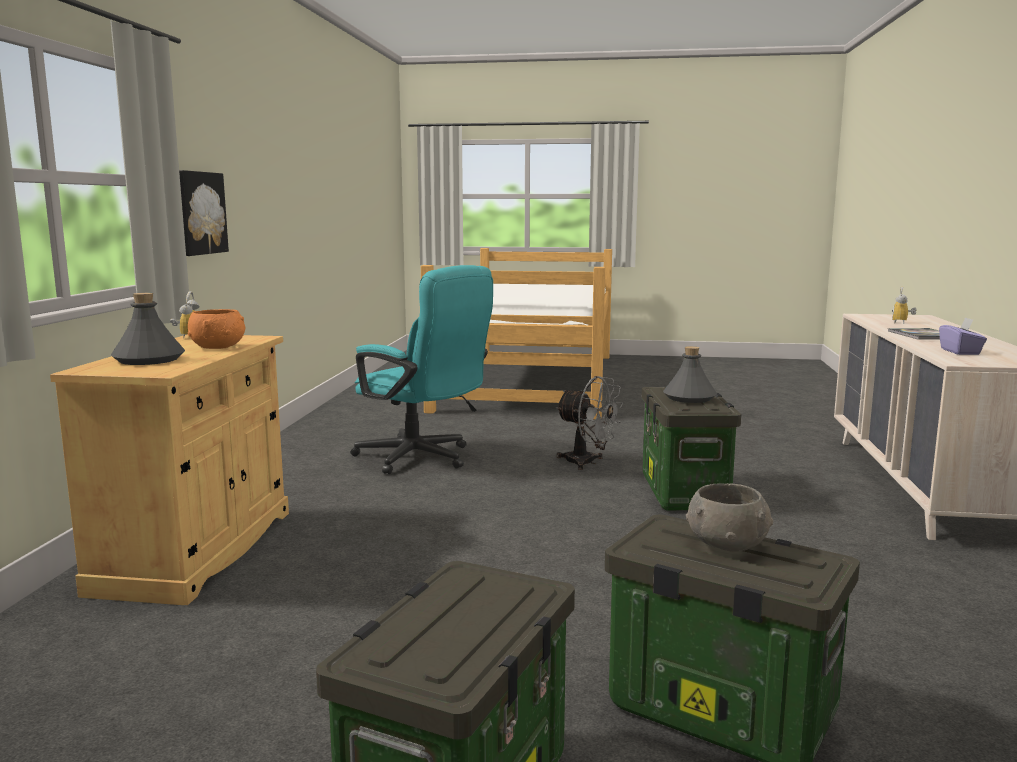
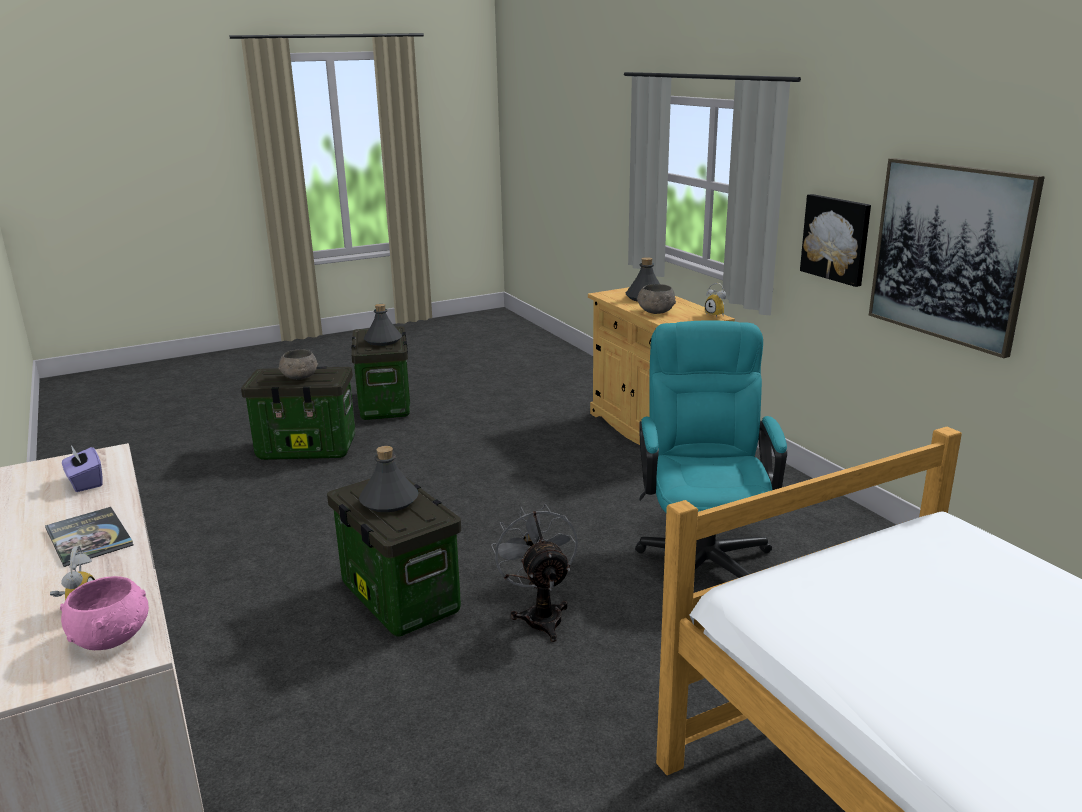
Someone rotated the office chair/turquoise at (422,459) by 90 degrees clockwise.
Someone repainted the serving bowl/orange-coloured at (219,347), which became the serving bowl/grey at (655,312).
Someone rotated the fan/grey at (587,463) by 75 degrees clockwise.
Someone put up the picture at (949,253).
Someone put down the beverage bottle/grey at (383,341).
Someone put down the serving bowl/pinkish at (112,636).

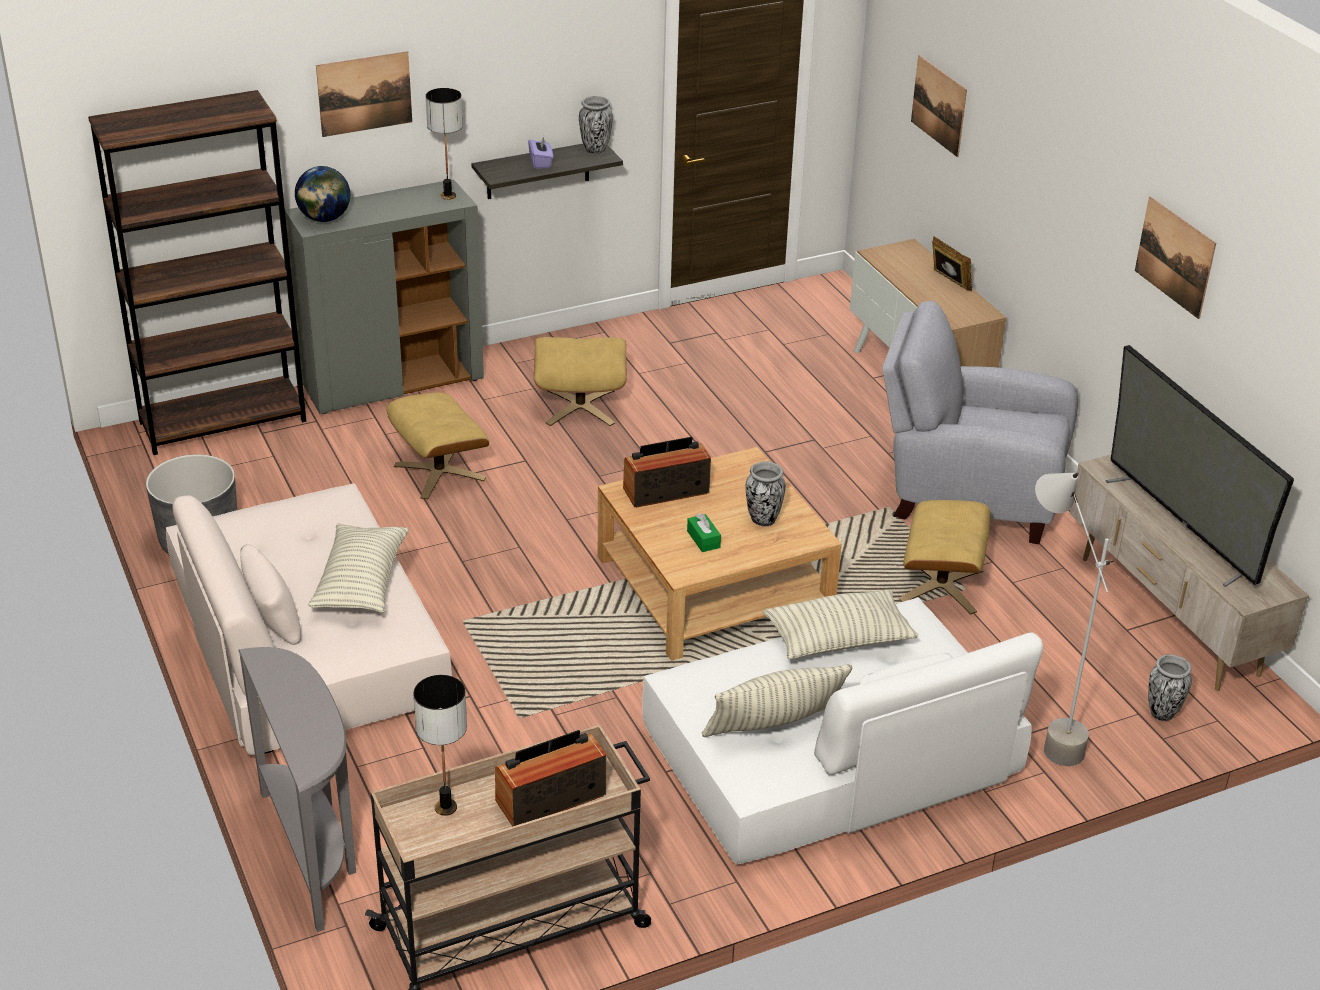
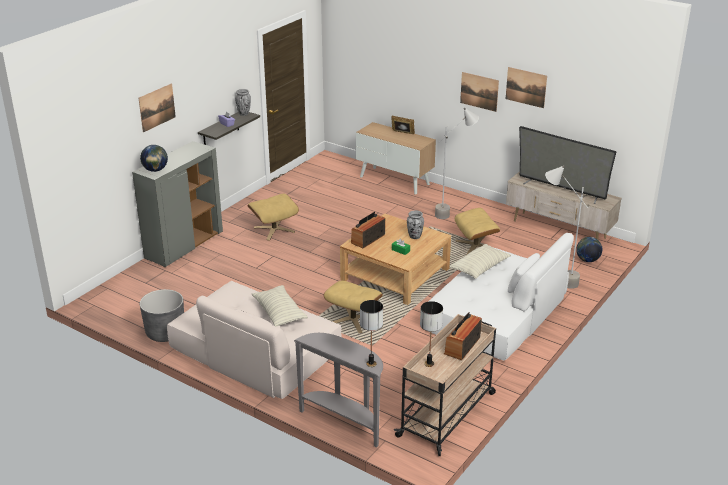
Someone carried the picture from (939,105) to (479,91).
Someone carried the table lamp from (448,196) to (371,363).
Someone took away the bookshelf/brownish at (223,421).
Someone swapped the easy chair/grey at (968,495) for the standing lamp/grey at (453,213).
Someone carried the footrest/beige-coloured from (439,472) to (353,320).
Someone swapped the decorative vase at (1162,713) for the globe at (587,260).
Someone took away the cushion at (774,728).

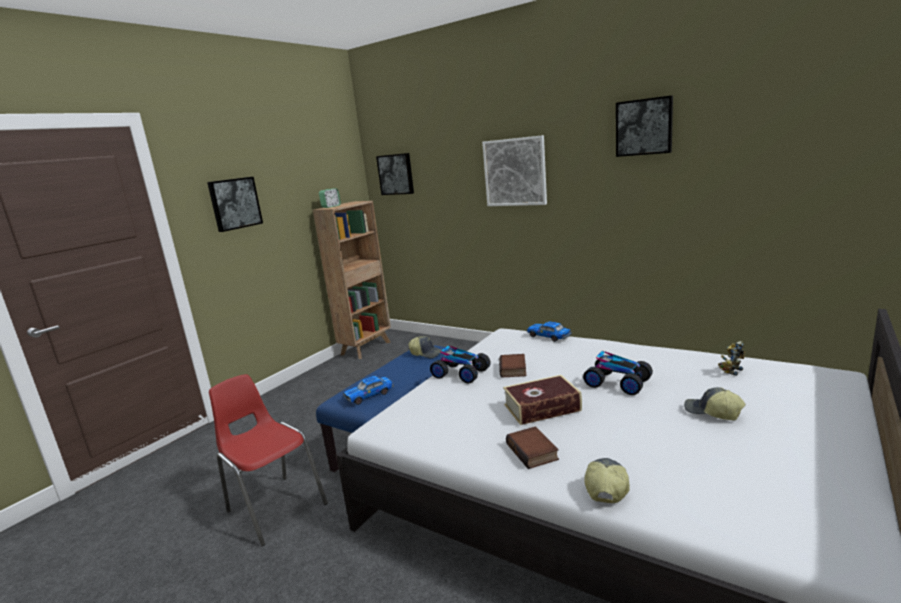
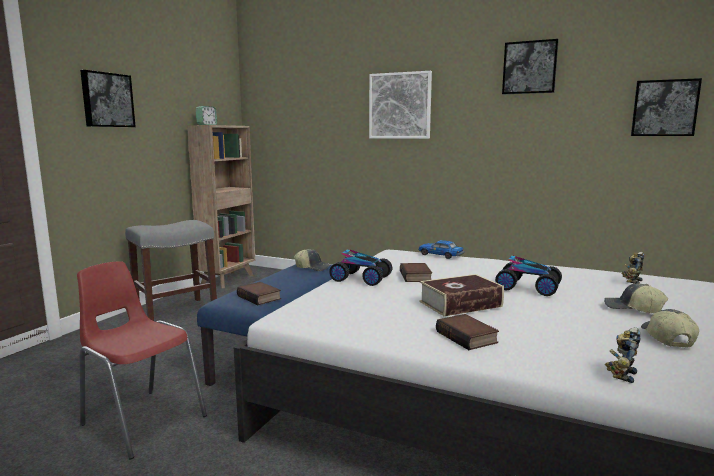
Someone carried the picture from (396,174) to (664,108).
Someone swapped the miniature car at (369,395) for the volume at (260,297).
Someone carried the peaked cap from (606,486) to (666,338).
Someone put down the stool seat/grey at (177,312).
Someone put down the toy robot at (621,374).

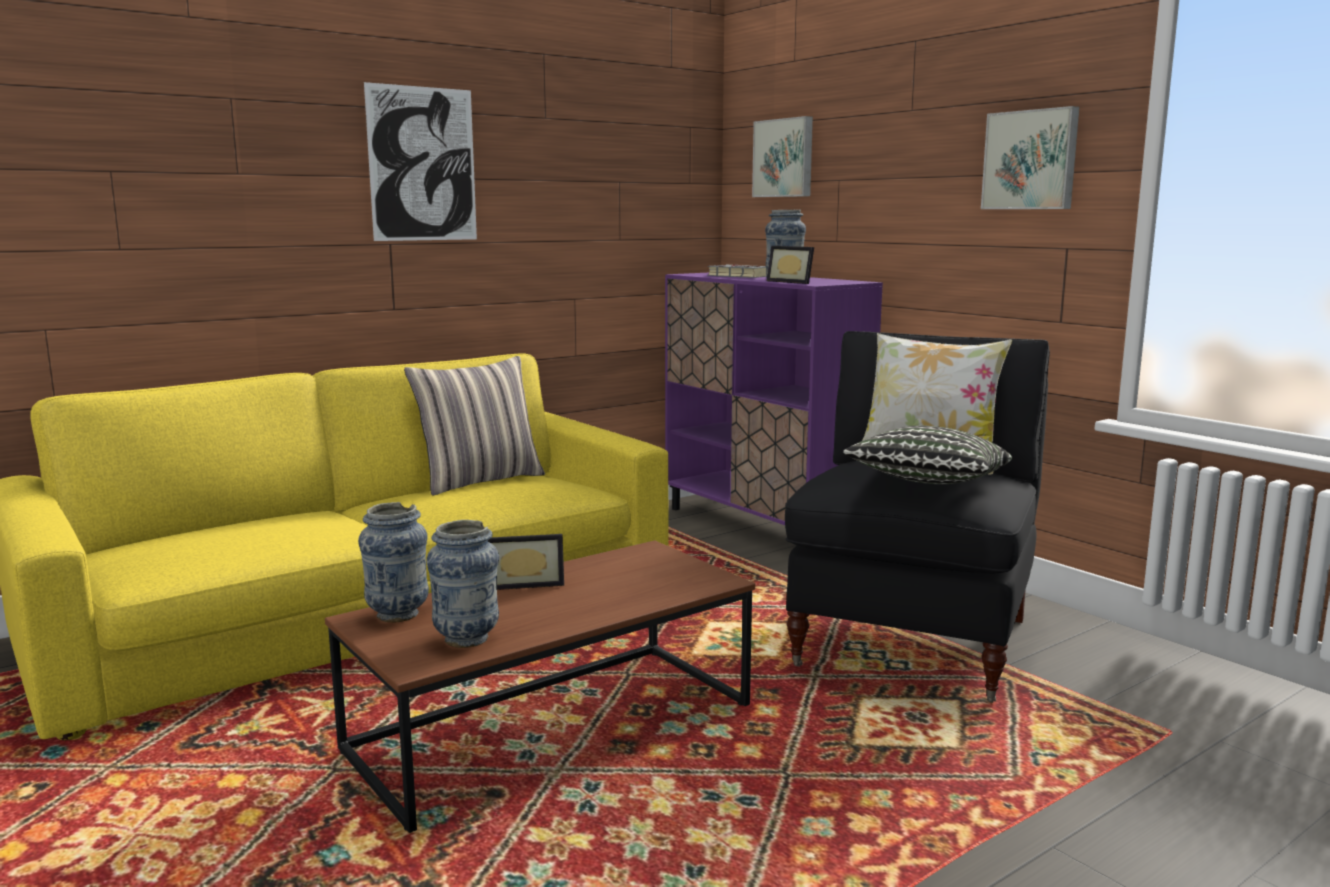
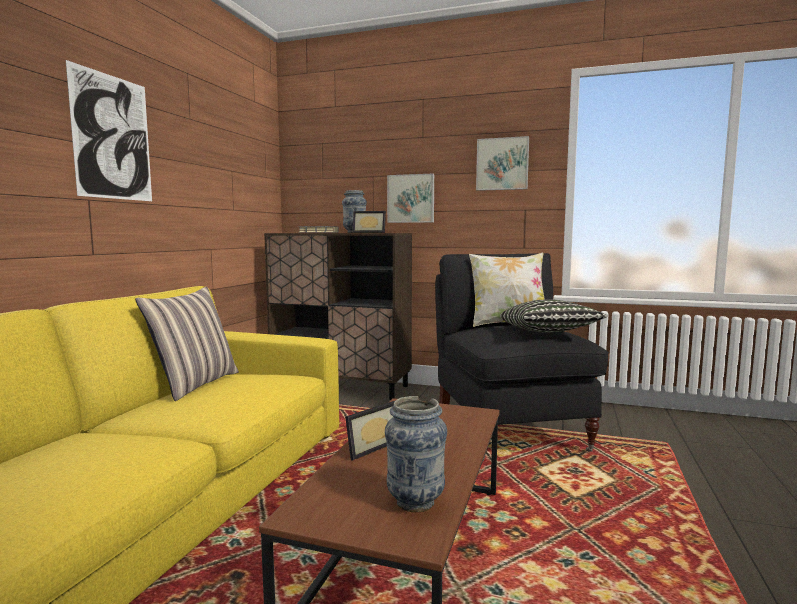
Someone carried the picture from (784,158) to (411,198).
Someone repainted the cupboard/purplish at (762,525), which became the cupboard/brownish at (341,386).
Someone took away the decorative vase at (398,614).

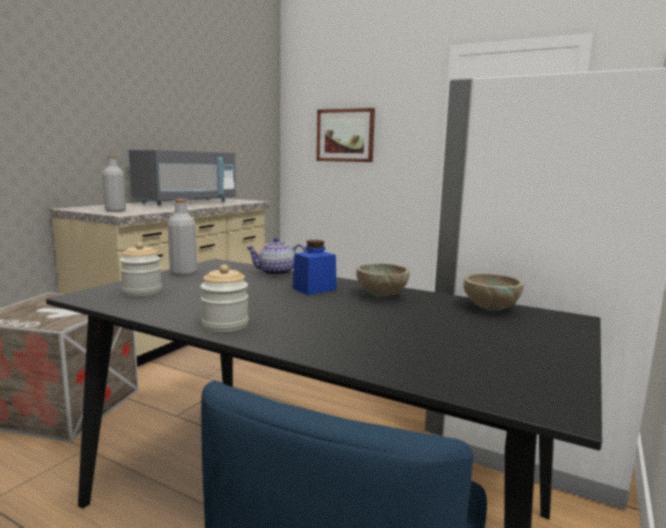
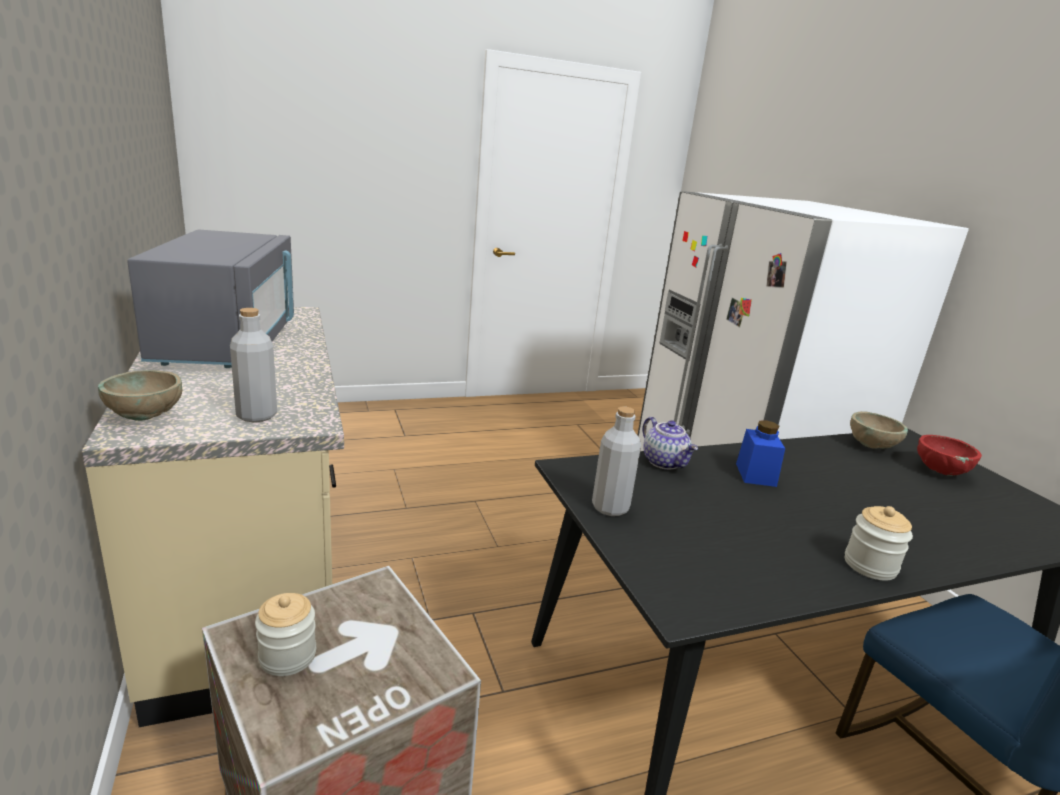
Someone took away the picture at (345,135).
Someone rotated the teapot at (276,273) by 60 degrees counterclockwise.
Someone carried the jar from (142,292) to (287,656).
Someone carried the serving bowl/beige-coloured from (382,296) to (146,416).
Someone put down the serving bowl/reddish at (939,471).

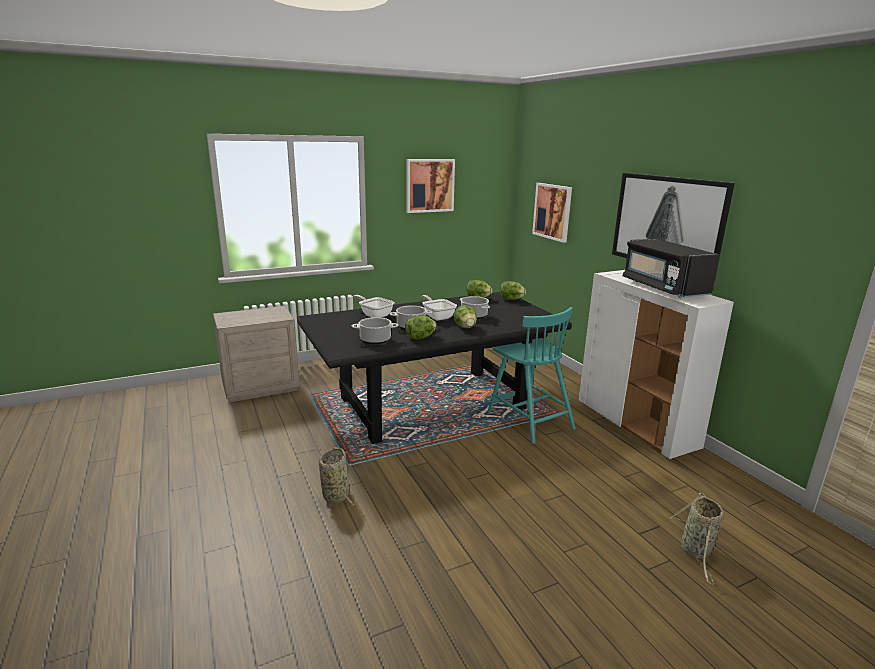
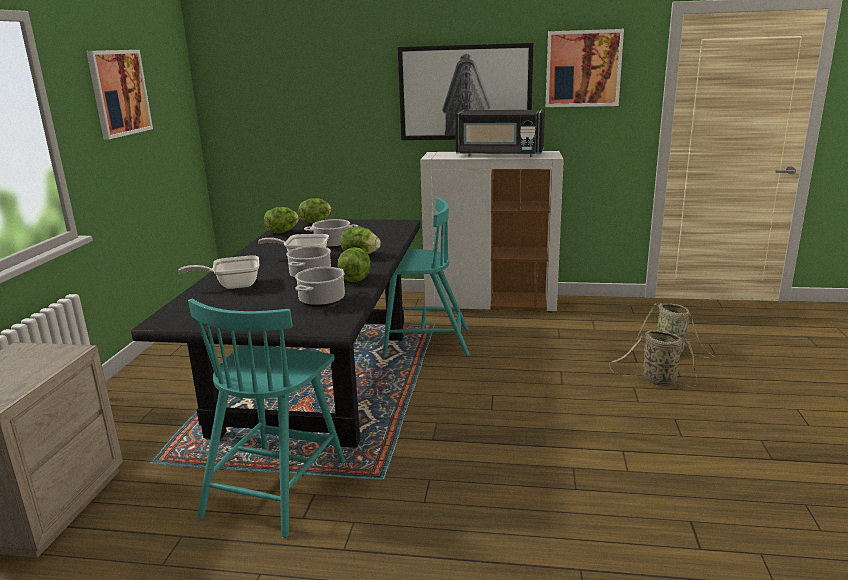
Someone carried the picture from (552,211) to (583,68).
Someone carried the storage basket from (336,495) to (656,380).
Someone put down the upright chair/turquoise at (276,485).

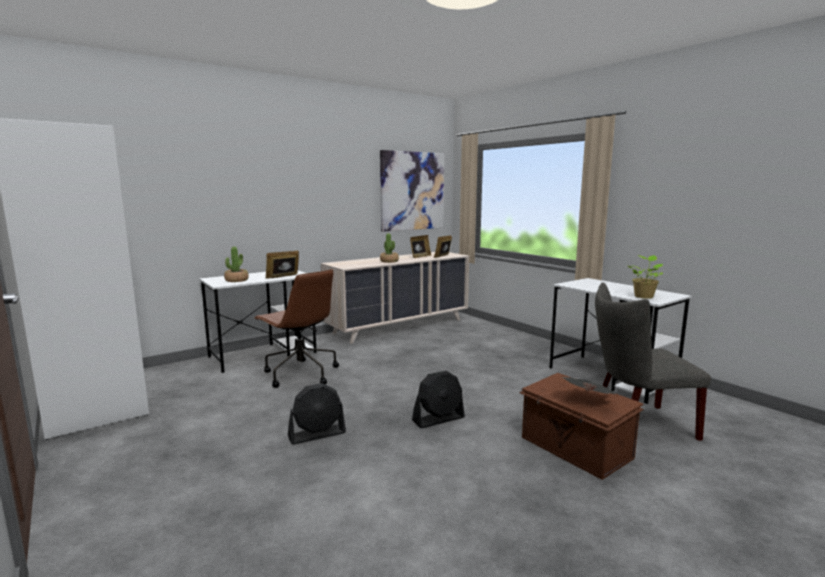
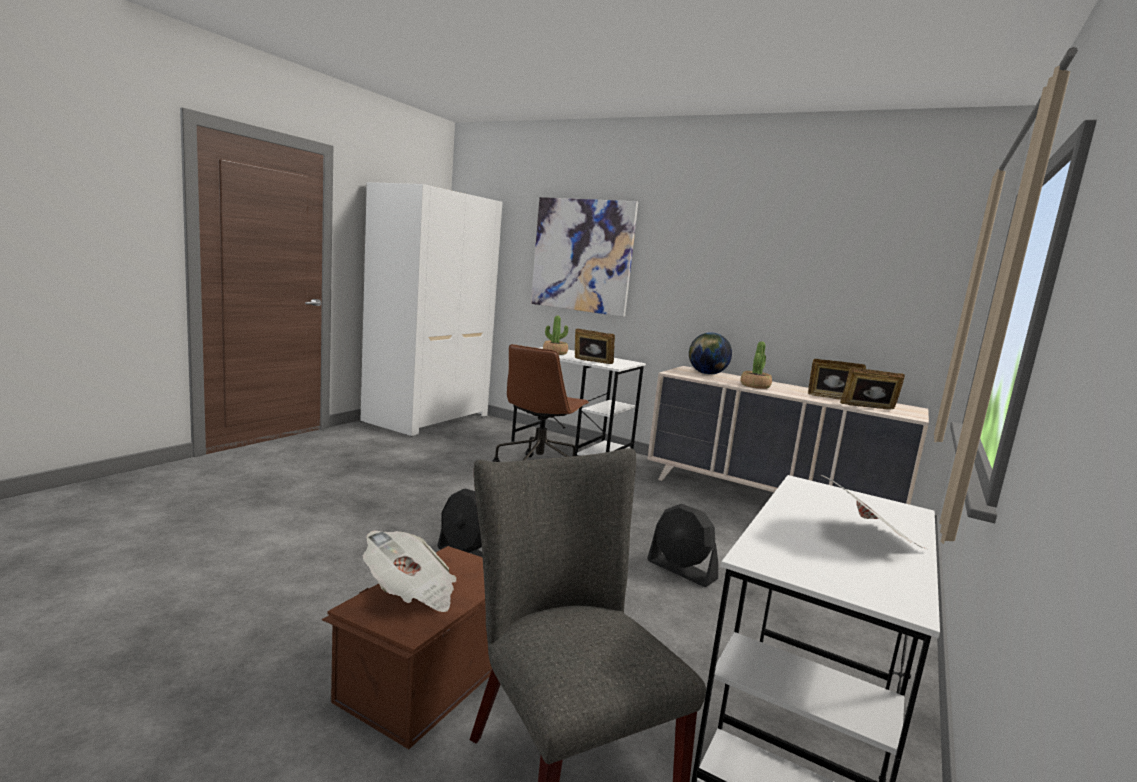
Someone carried the picture from (412,191) to (582,255).
Someone took away the houseplant at (644,296).
Someone carried the fan/blackish from (317,434) to (681,570).
Someone put down the globe at (706,374).
Someone put down the newspaper at (865,537).

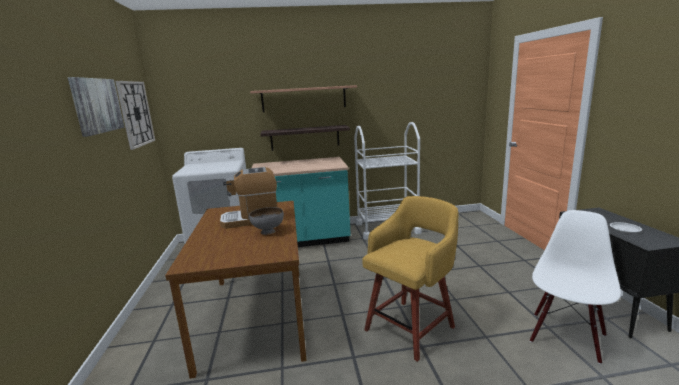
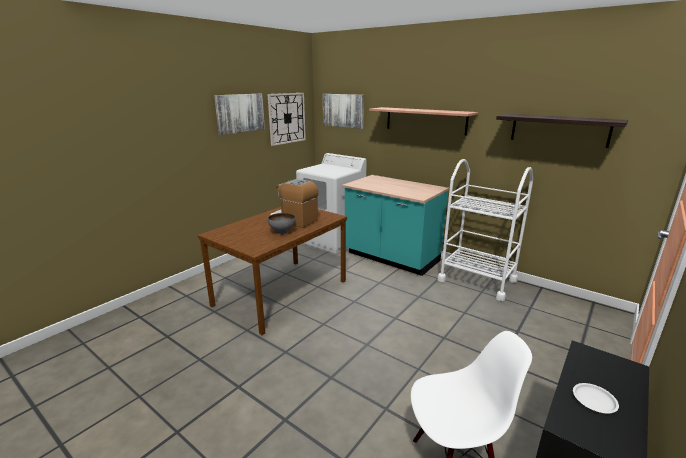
Someone carried the bracket shelf from (305,137) to (559,130).
Someone took away the stool seat/yellowish at (411,327).
Someone put up the picture at (343,110).

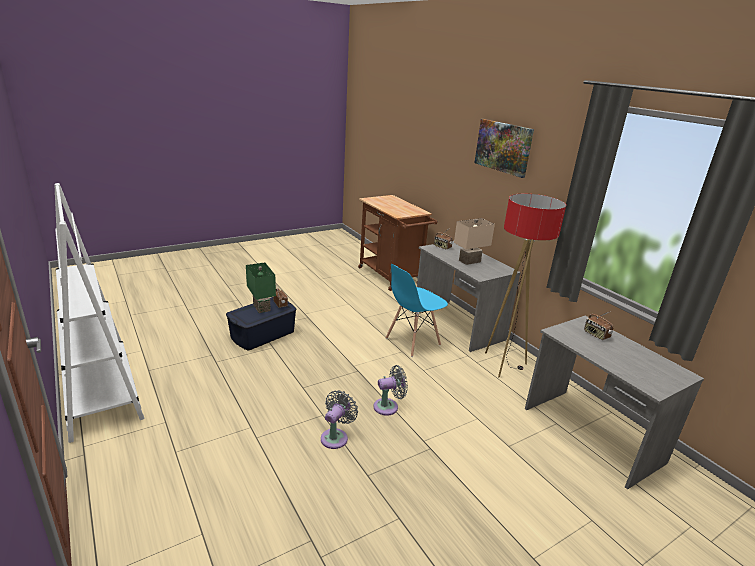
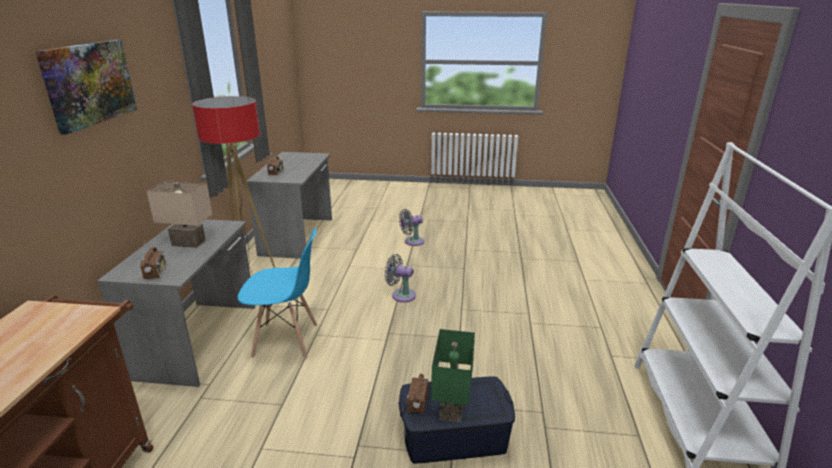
Someone carried the fan/grey from (336,437) to (412,242).

